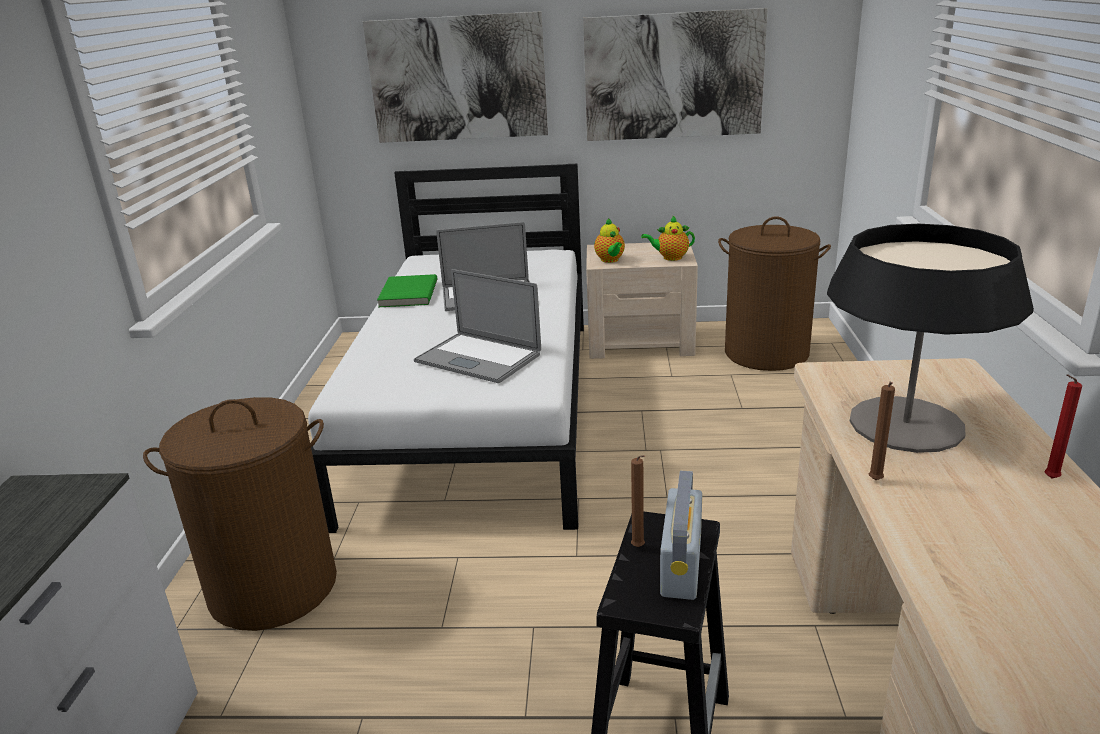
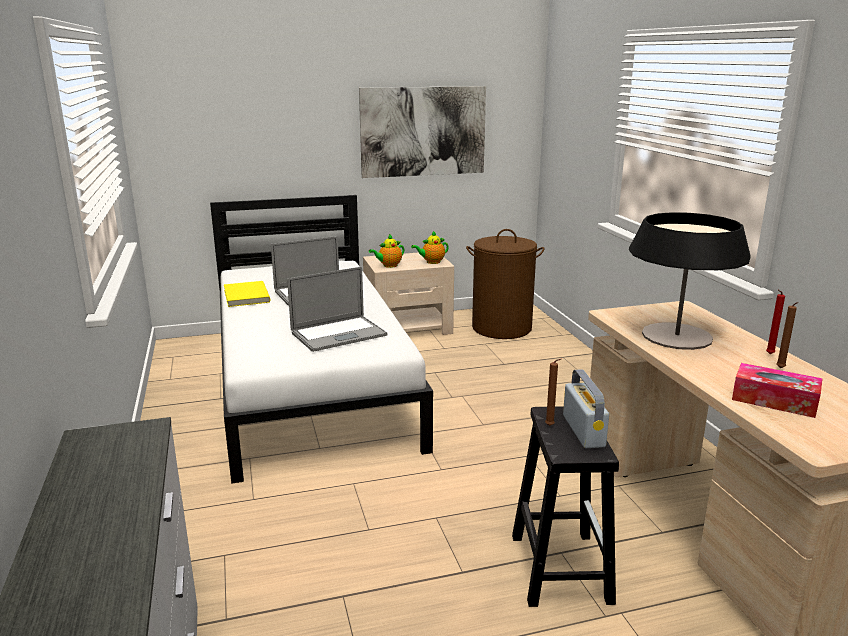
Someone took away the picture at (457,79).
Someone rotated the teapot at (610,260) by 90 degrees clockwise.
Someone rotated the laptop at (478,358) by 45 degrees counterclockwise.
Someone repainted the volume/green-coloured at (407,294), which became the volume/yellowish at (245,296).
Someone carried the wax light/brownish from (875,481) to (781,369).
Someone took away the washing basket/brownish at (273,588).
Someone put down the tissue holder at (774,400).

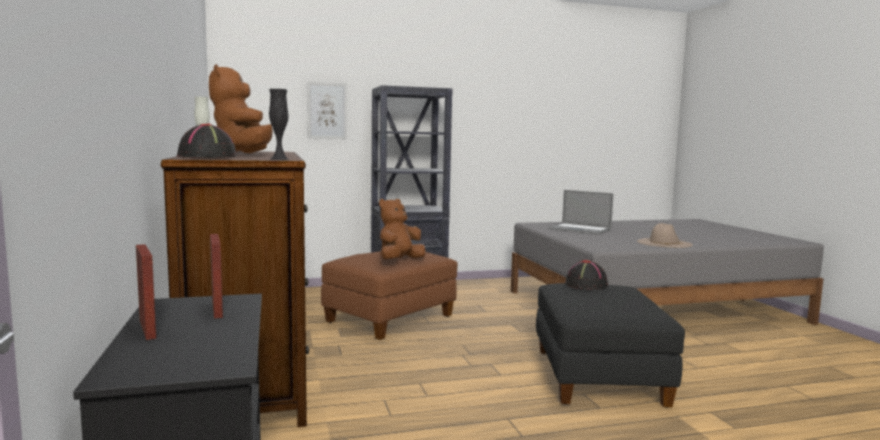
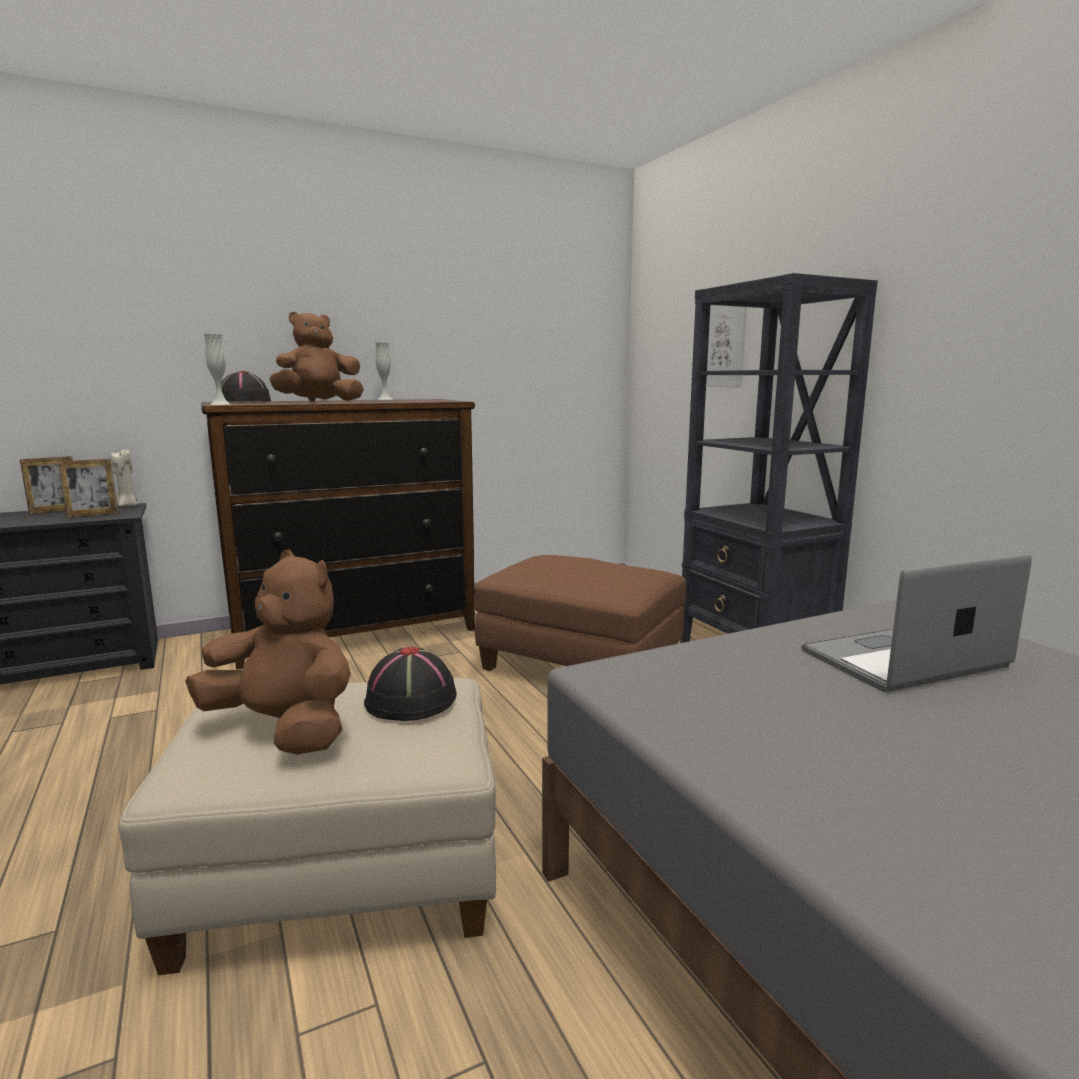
Someone repainted the decorative vase/blackish at (279,159), which became the decorative vase/whitish at (220,404).
Someone rotated the laptop at (579,229) by 45 degrees clockwise.
Someone carried the cuddly toy/brownish from (399,261) to (285,729).
Someone took away the hat/beige-coloured at (664,243).
Someone repainted the footrest/blackish at (597,377), which became the footrest/beige-coloured at (342,875).
Someone put down the wax light/beige-coloured at (126,505).

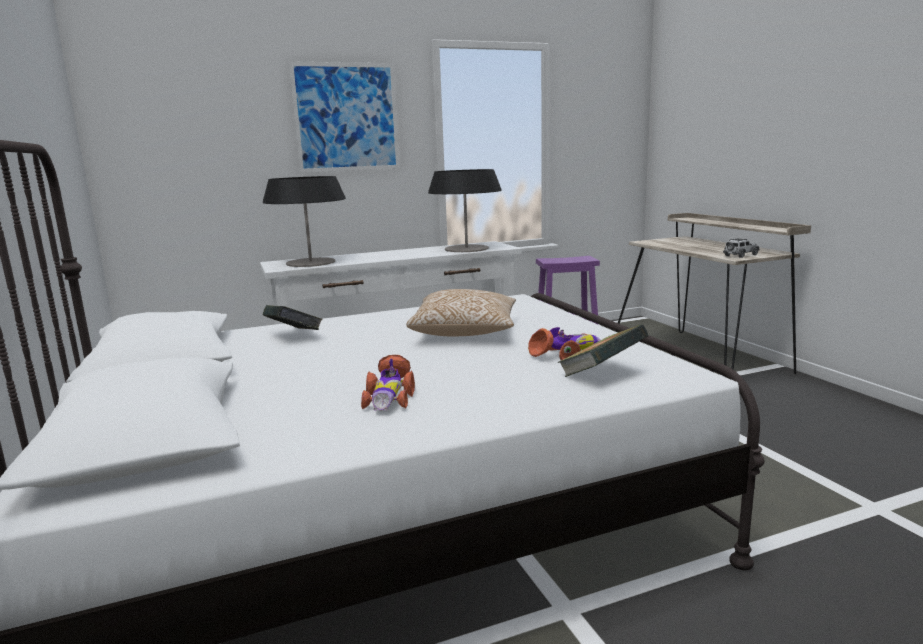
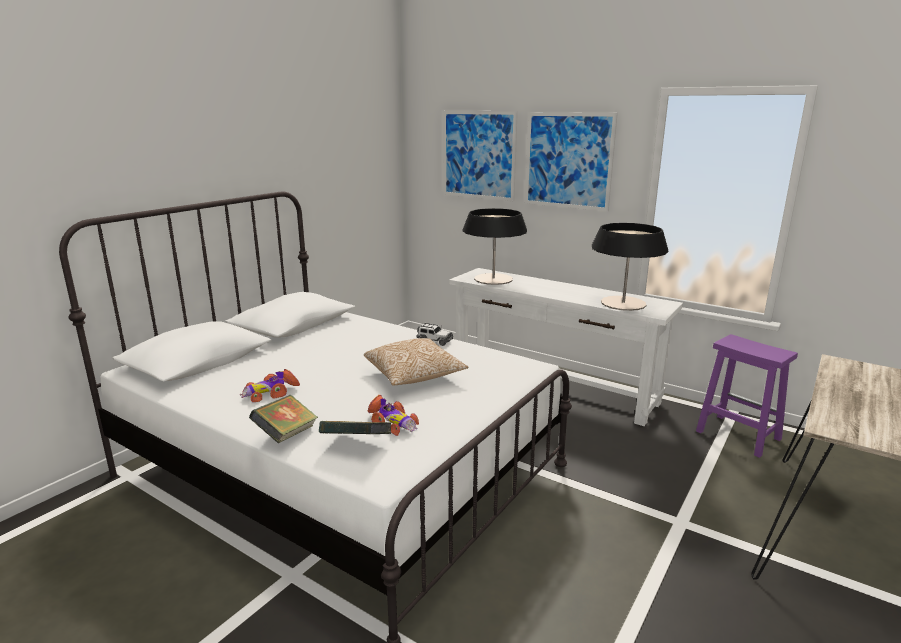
Someone carried the miniature car from (740,255) to (434,341).
Someone carried the volume from (294,336) to (286,434).
Someone put up the picture at (478,155).

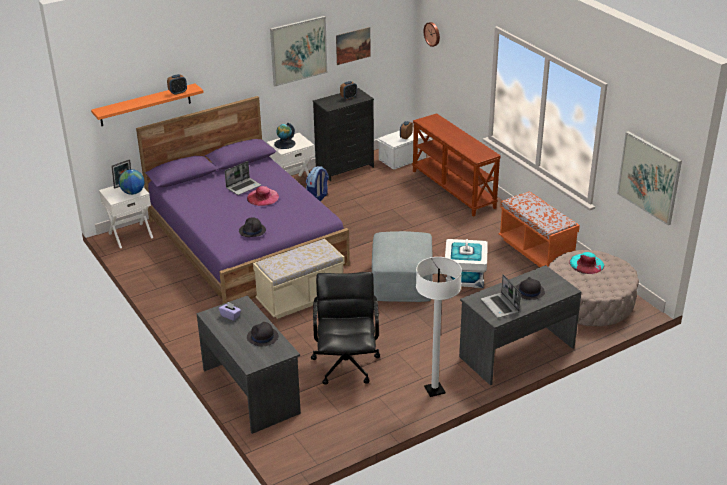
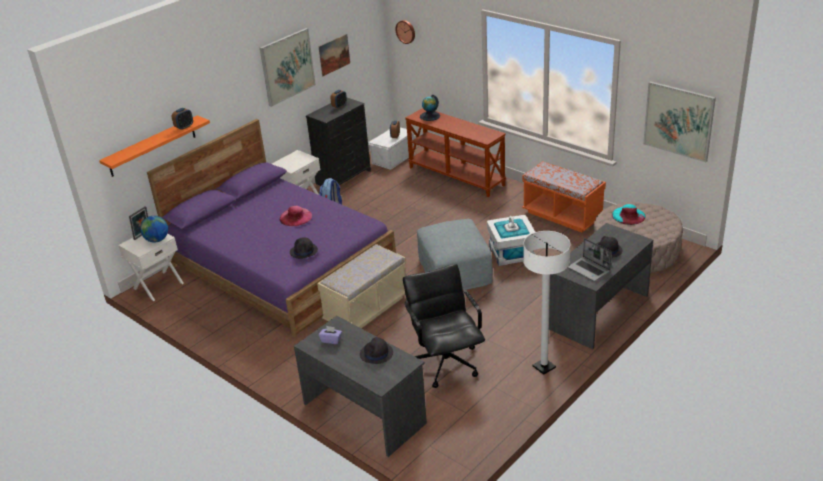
Someone carried the globe from (284,144) to (430,116).
Someone took away the laptop at (243,187).

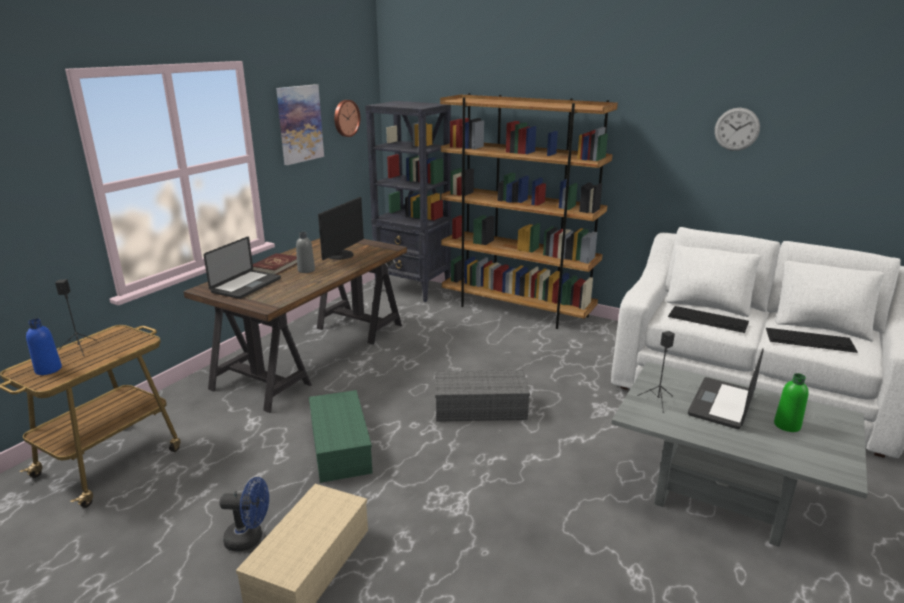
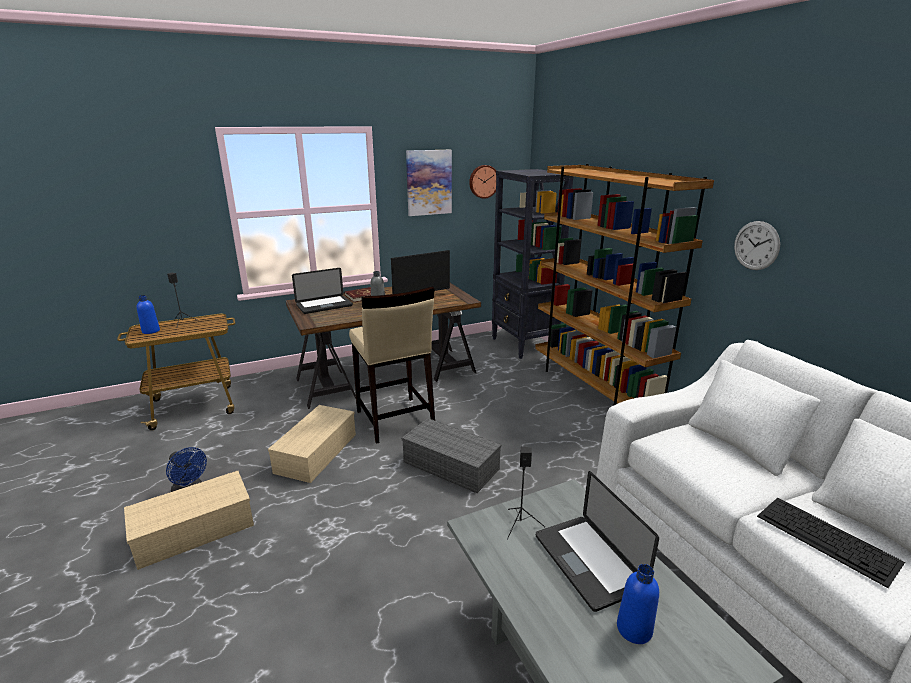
Someone carried the wall clock from (736,129) to (756,245).
Someone took away the PC keyboard at (708,319).
Someone rotated the laptop at (721,404) by 90 degrees counterclockwise.
Someone repainted the beverage bottle/green-coloured at (787,425), which became the beverage bottle/bluish at (634,629).
Someone repainted the storage container/green-coloured at (339,446), which became the storage container/beige-coloured at (316,452).
Someone put down the stool seat/beige-coloured at (394,420).

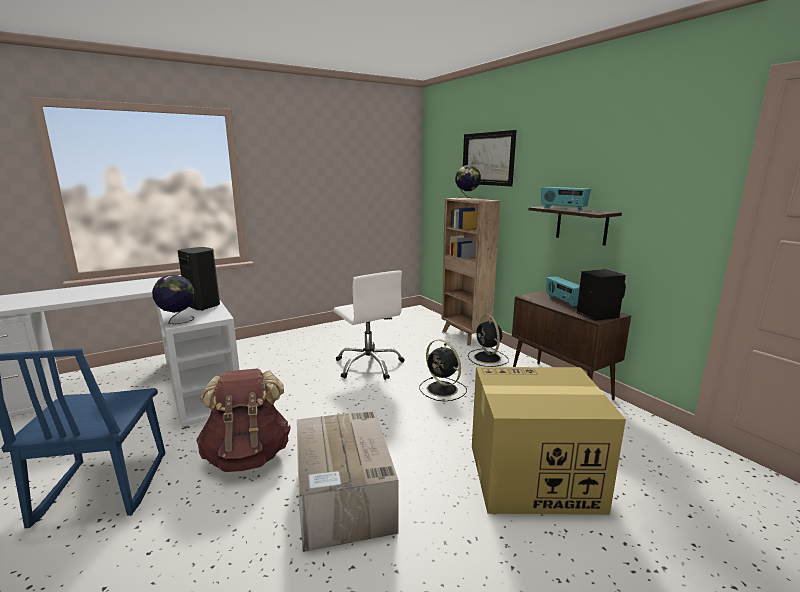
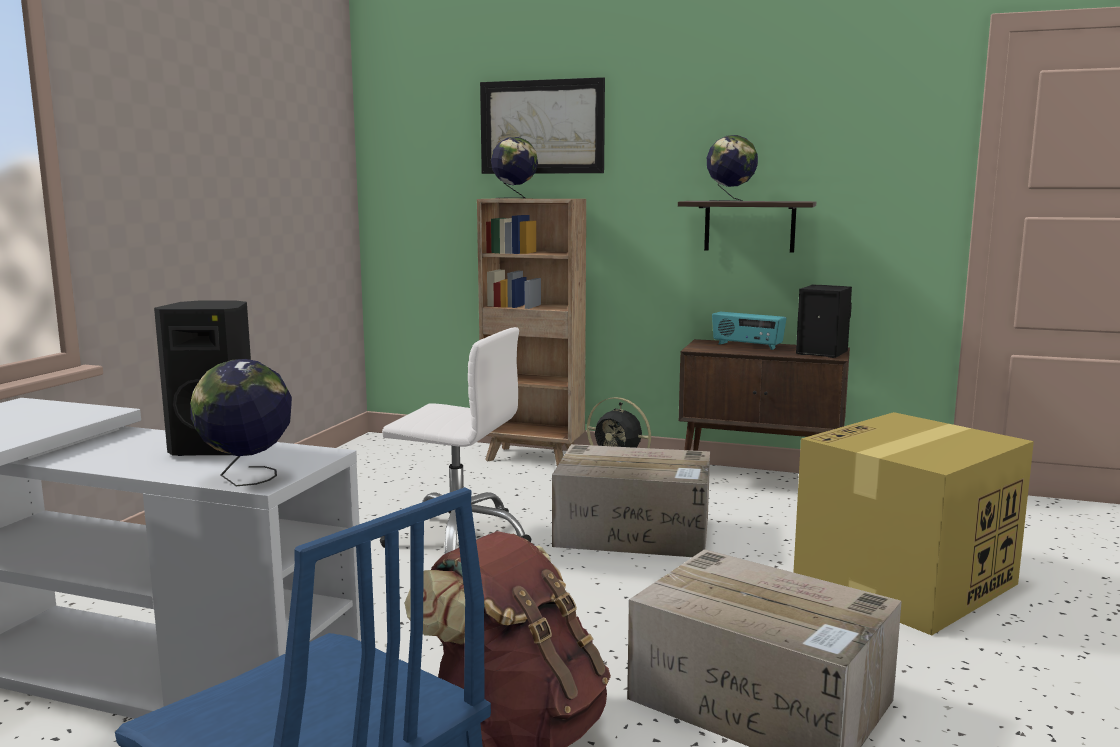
Someone swapped the radio at (563,208) for the globe at (730,200).
Someone swapped the fan/blackish at (443,389) for the cardboard box at (635,532).

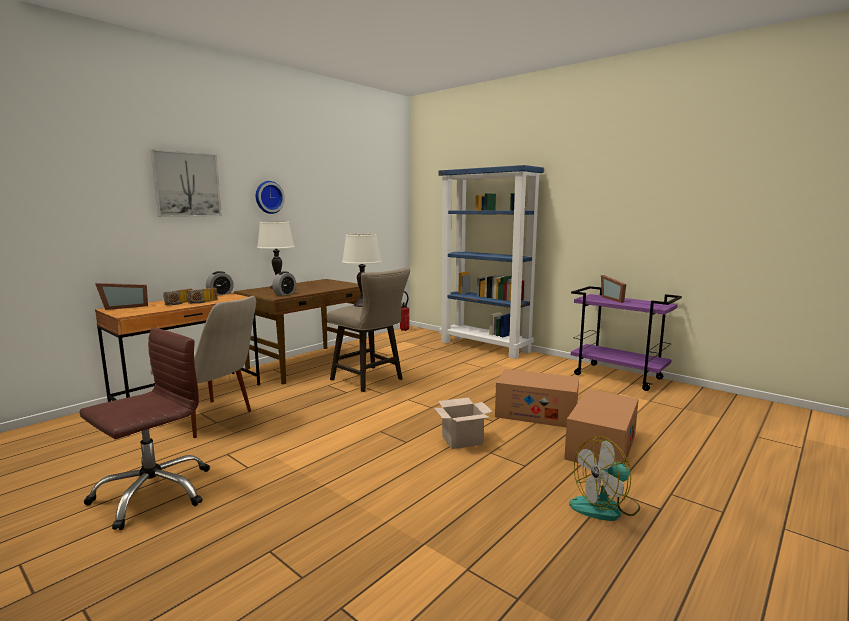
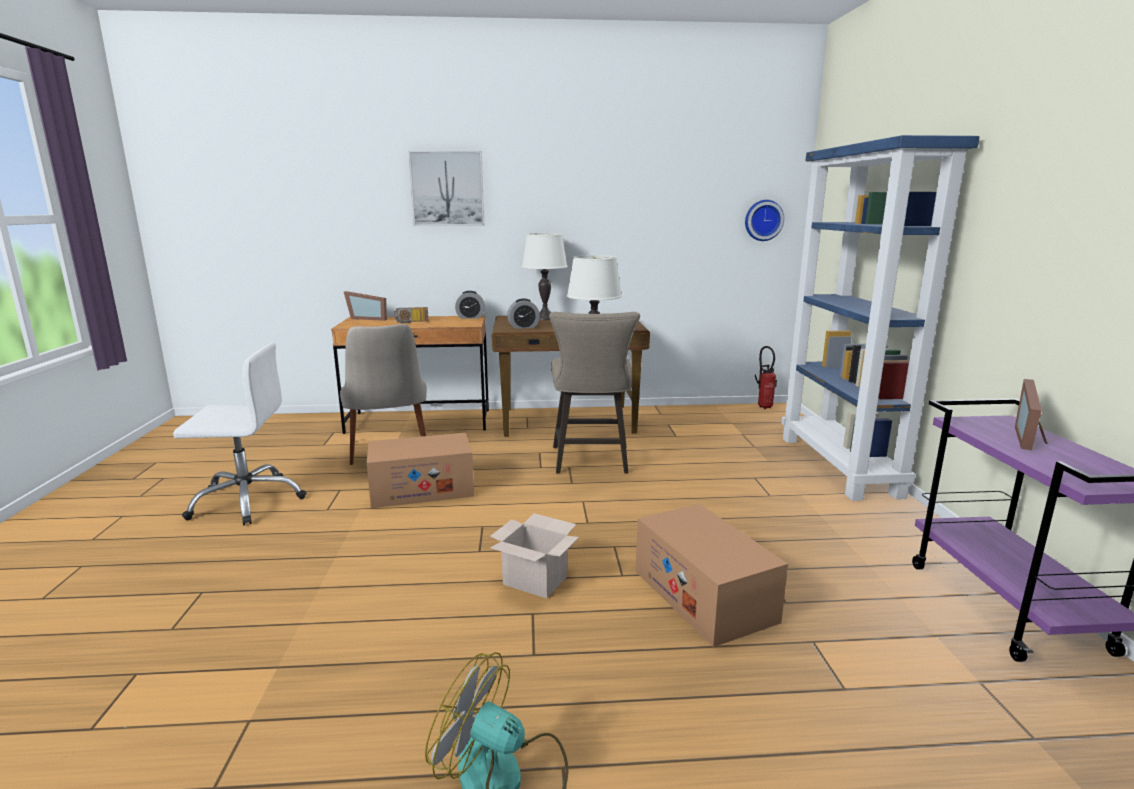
Someone carried the wall clock from (268,197) to (763,220).
Someone took away the radio at (203,302).
Someone repainted the office chair/brownish at (153,493), which became the office chair/whitish at (247,501).
Someone carried the cardboard box from (601,446) to (422,489).

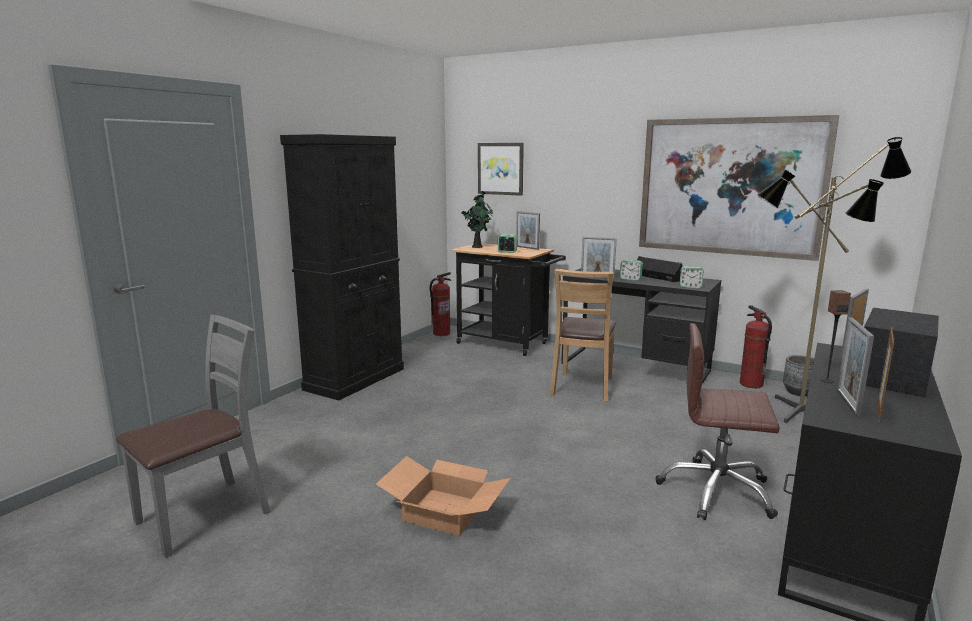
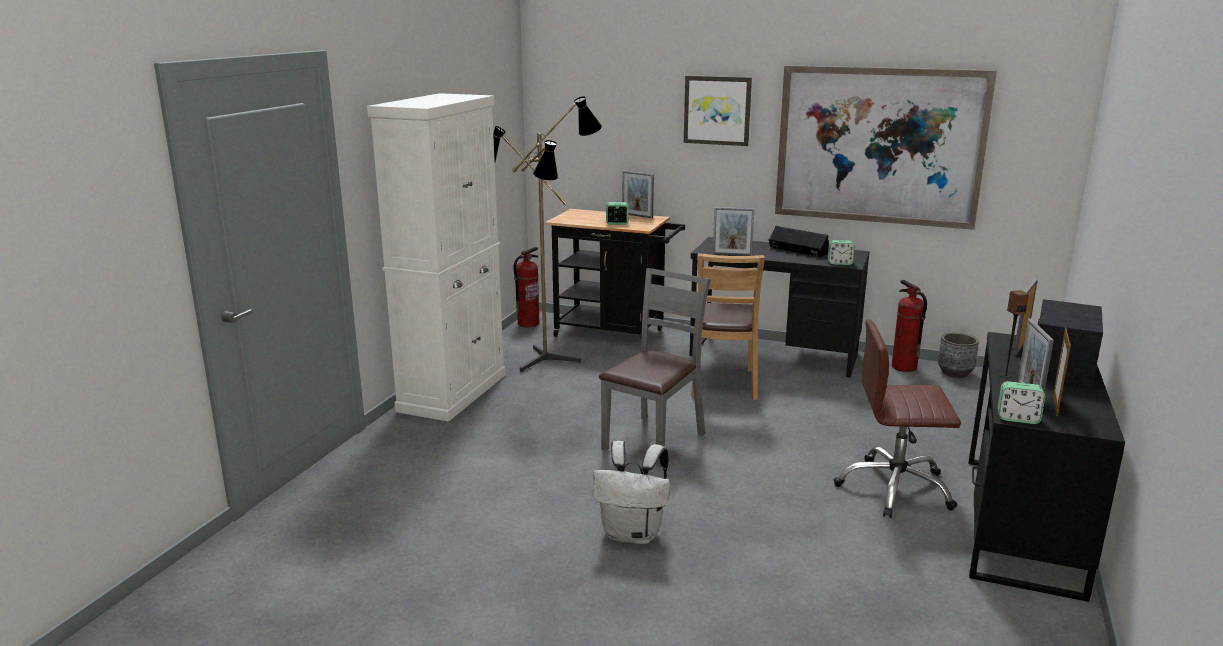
Someone repainted the cupboard/blackish at (355,379), which became the cupboard/whitish at (453,392).
Someone carried the standing lamp from (803,415) to (544,363).
Someone carried the picture from (500,168) to (717,110).
Someone took away the houseplant at (477,246).
Someone carried the alarm clock from (630,279) to (1018,419).
Someone carried the upright chair/grey from (205,515) to (654,440).
Someone swapped the cardboard box at (445,511) for the backpack/whitish at (633,534).

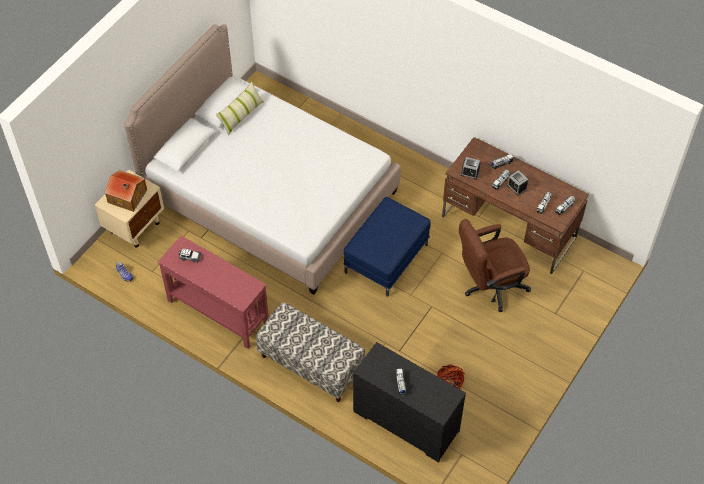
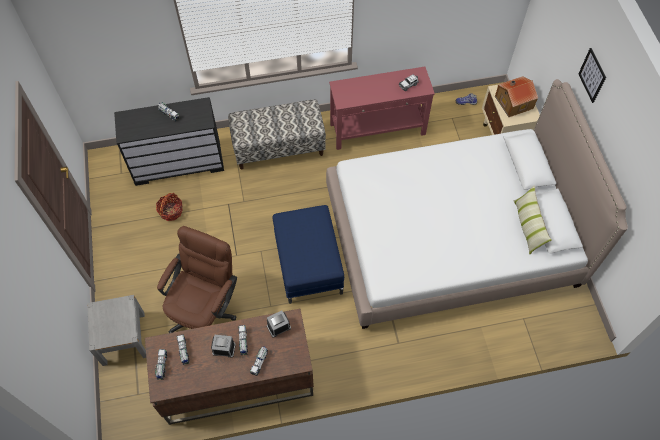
Someone put up the picture at (592,75).
Someone put down the bedside table/grey at (123,338).

